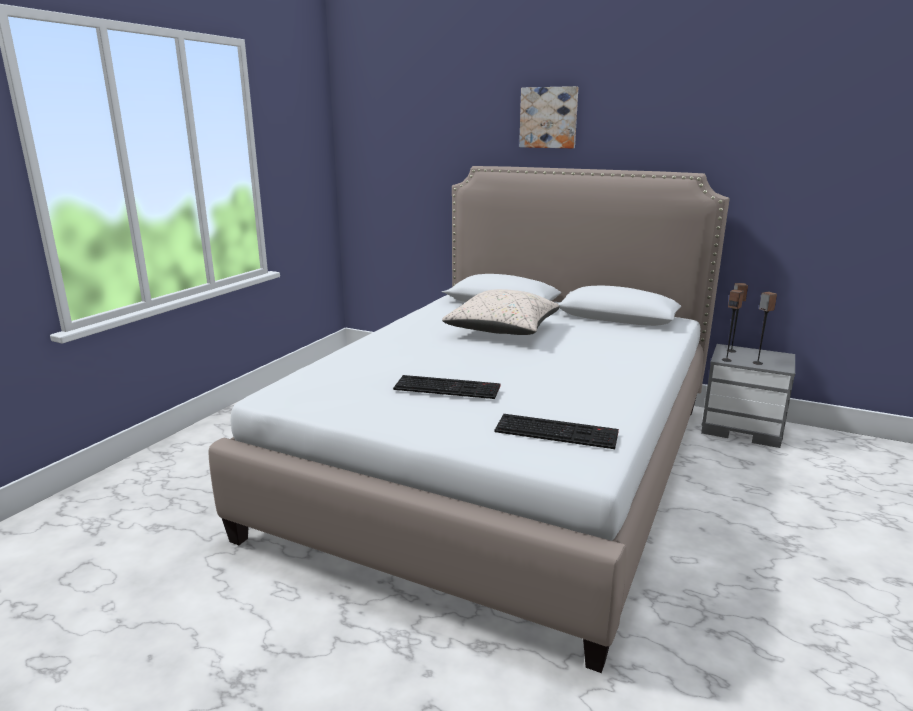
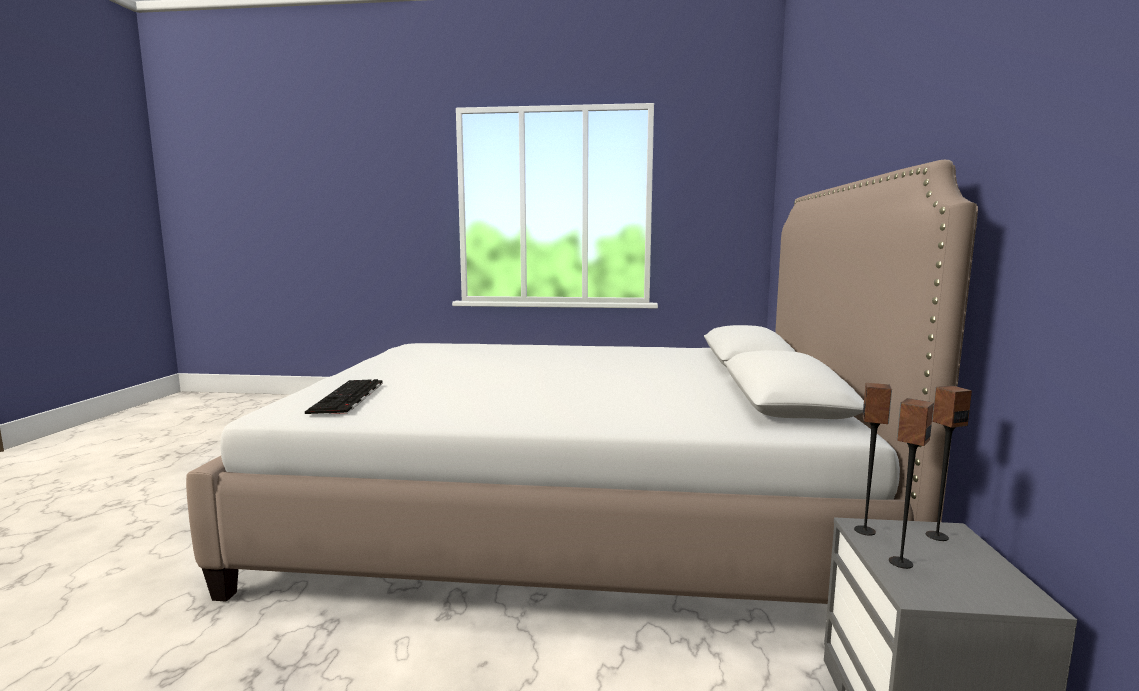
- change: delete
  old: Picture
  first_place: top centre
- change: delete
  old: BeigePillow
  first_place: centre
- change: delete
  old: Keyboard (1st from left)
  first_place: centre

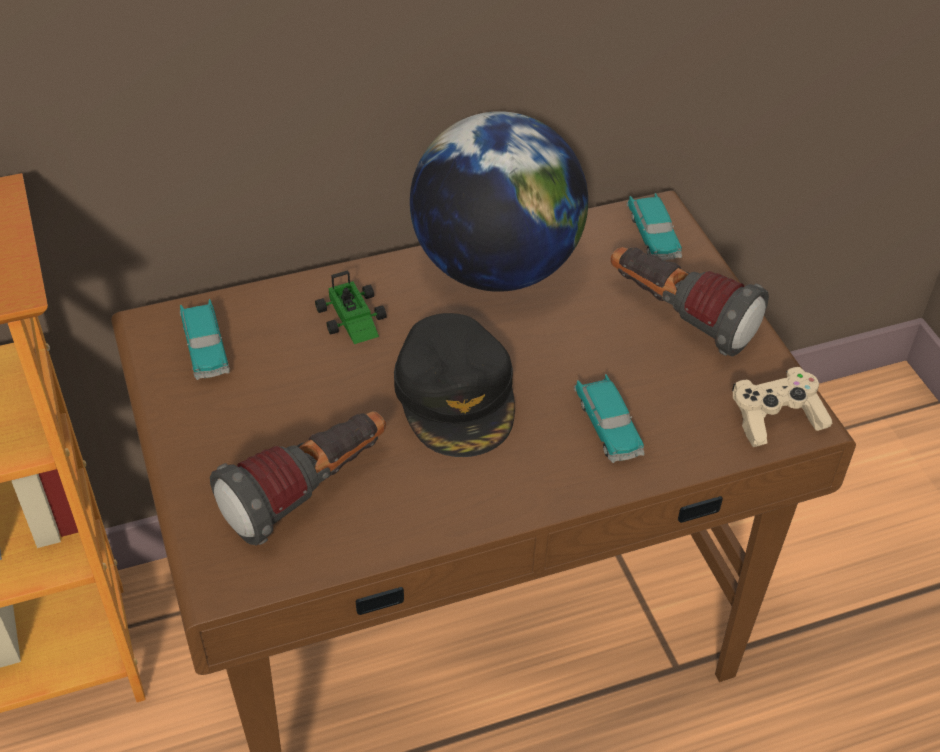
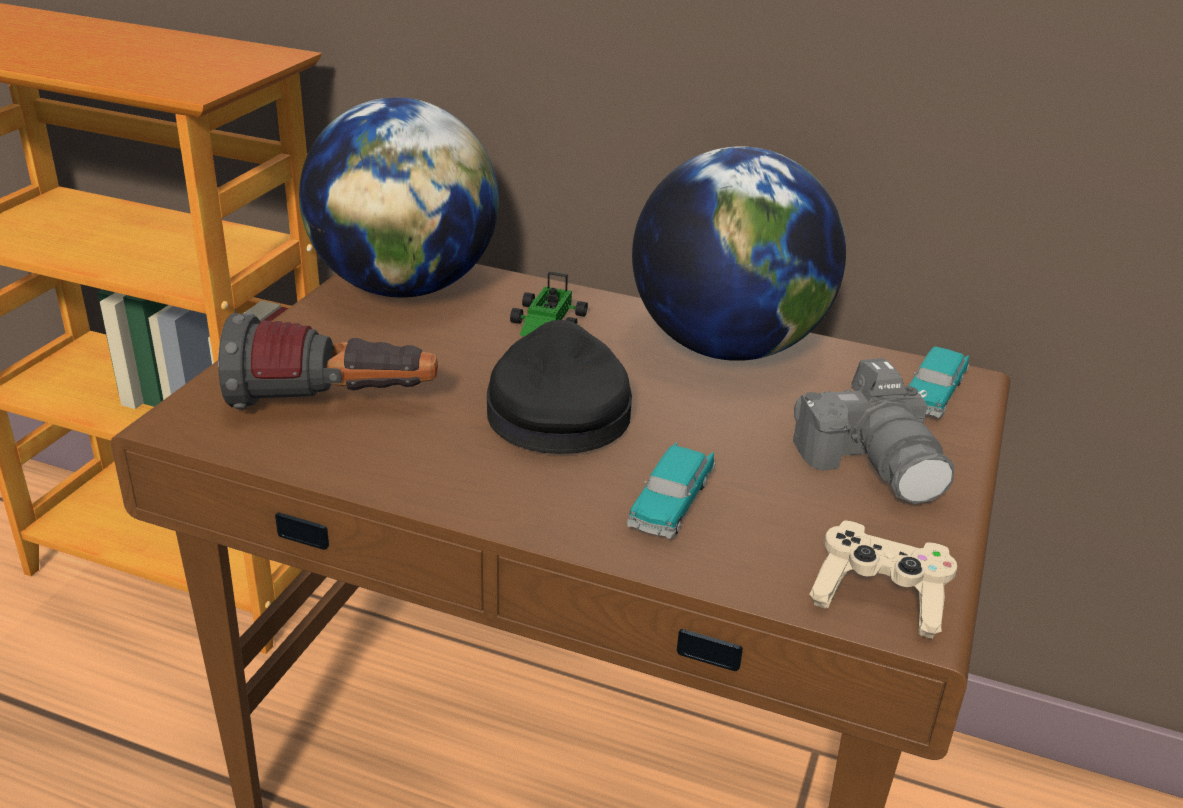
- change: replace
  old: Flashlight (2nd from left)
  new: PhotoCamera
  first_place: middle right
  second_place: middle right
- change: replace
  old: ToyCar (1st from left)
  new: Globe (1st from left)
  first_place: middle left
  second_place: top centre
- change: rotate
  old: BlackCap
  first_place: centre
  second_place: centre
  degrees: 150

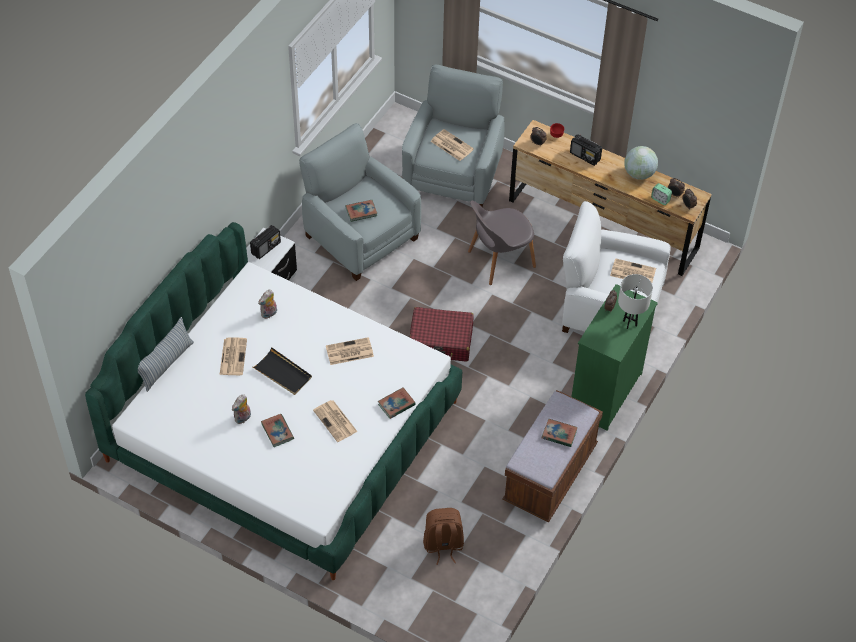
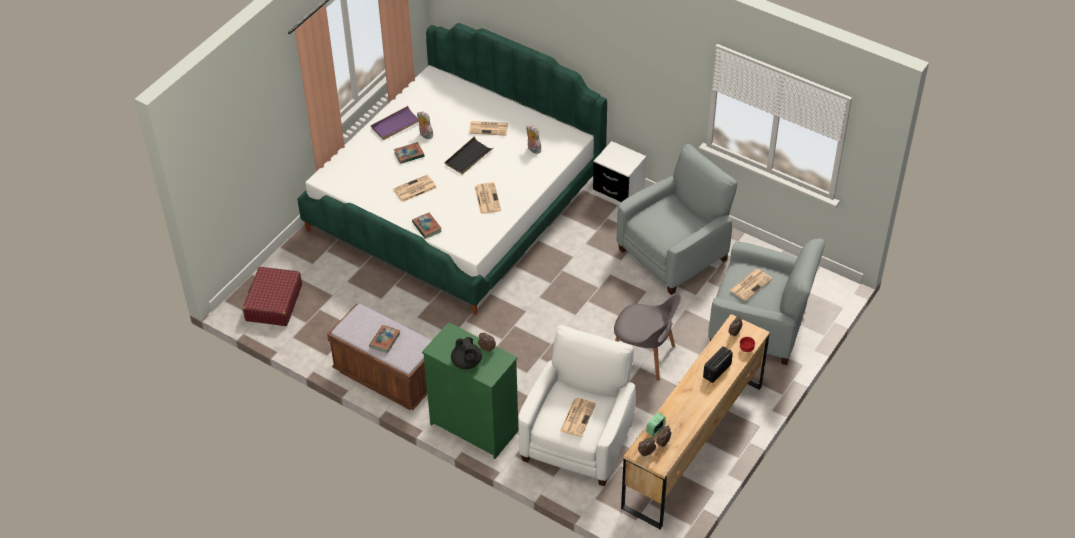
- change: delete
  old: Globe
  first_place: top right
- change: delete
  old: Book (2nd from left)
  first_place: top centre
- change: rotate
  old: GreyChair
  first_place: centre
  second_place: centre
  degrees: 135
- change: delete
  old: Radio (1st from left)
  first_place: middle left
- change: replace
  old: WhiteTableLamp
  new: BlackTeapot
  first_place: middle right
  second_place: centre
- change: move
  old: RedSuitcase
  first_place: centre
  second_place: middle left
- change: delete
  old: Pillow
  first_place: middle left
- change: delete
  old: BrownBackpack
  first_place: bottom centre
- change: insert
  new: PurpleTray
  second_place: top centre

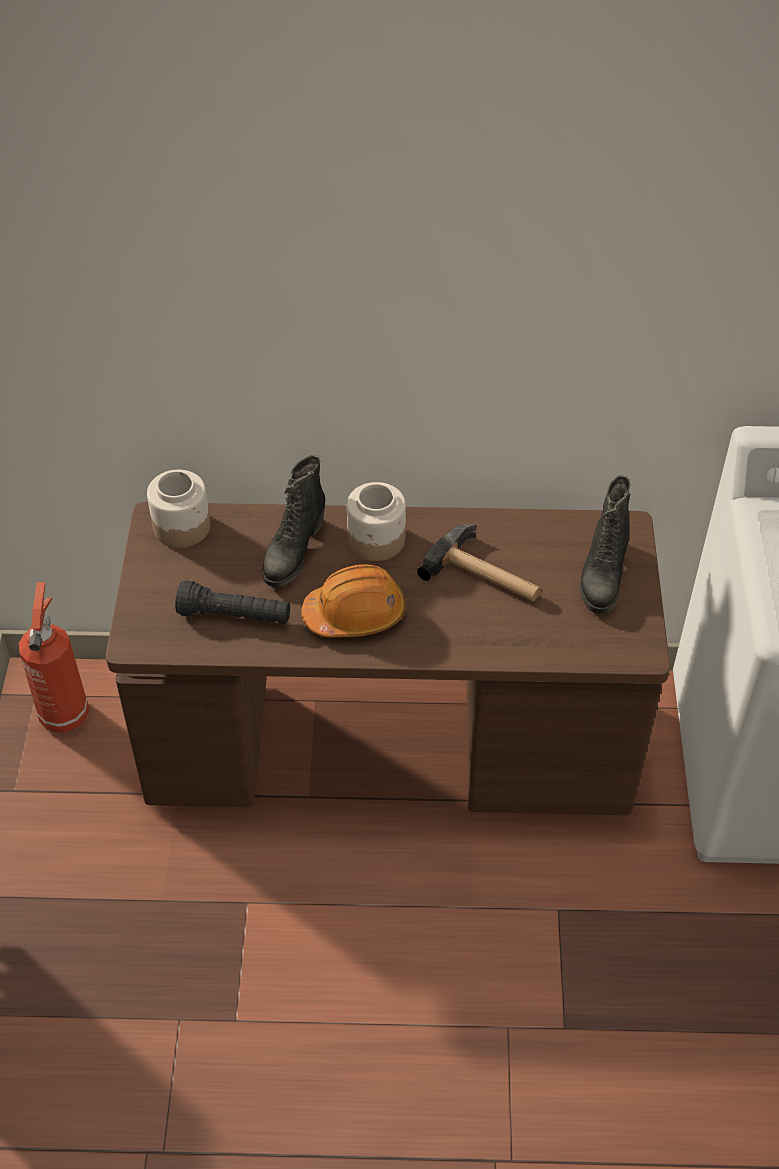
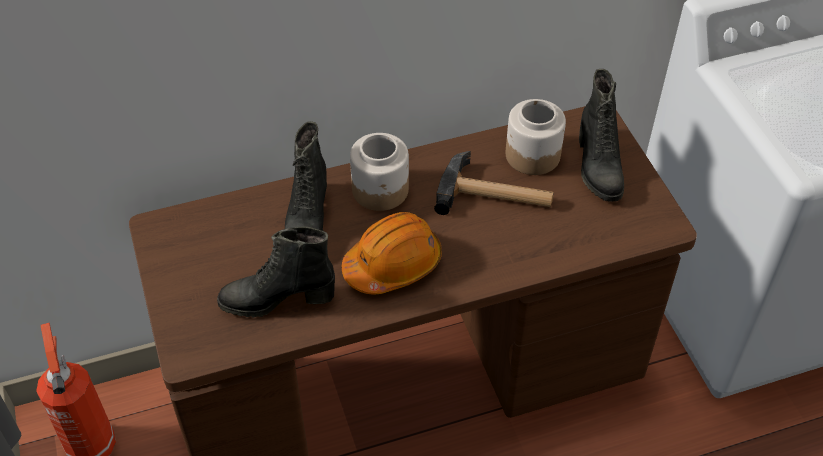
- change: move
  old: Jar (1st from left in the first image)
  new: Jar (2nd from left)
  first_place: middle left
  second_place: top centre
- change: replace
  old: BlackFlashlight
  new: BlackBoot (1st from left)
  first_place: middle left
  second_place: centre

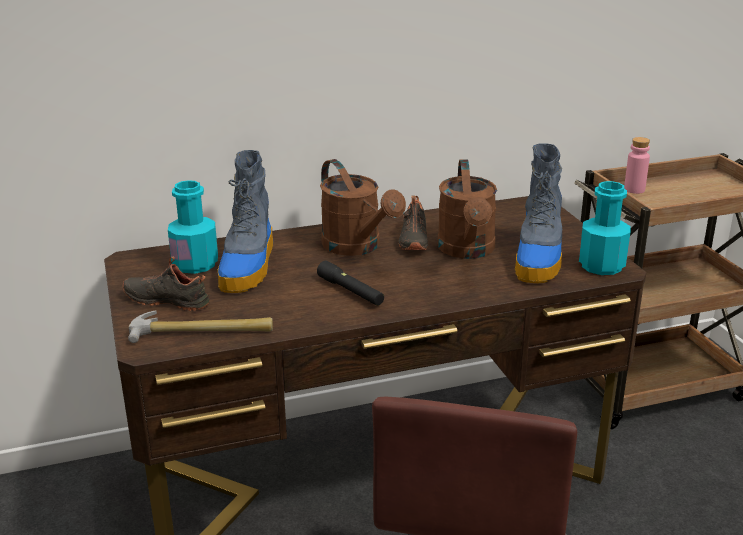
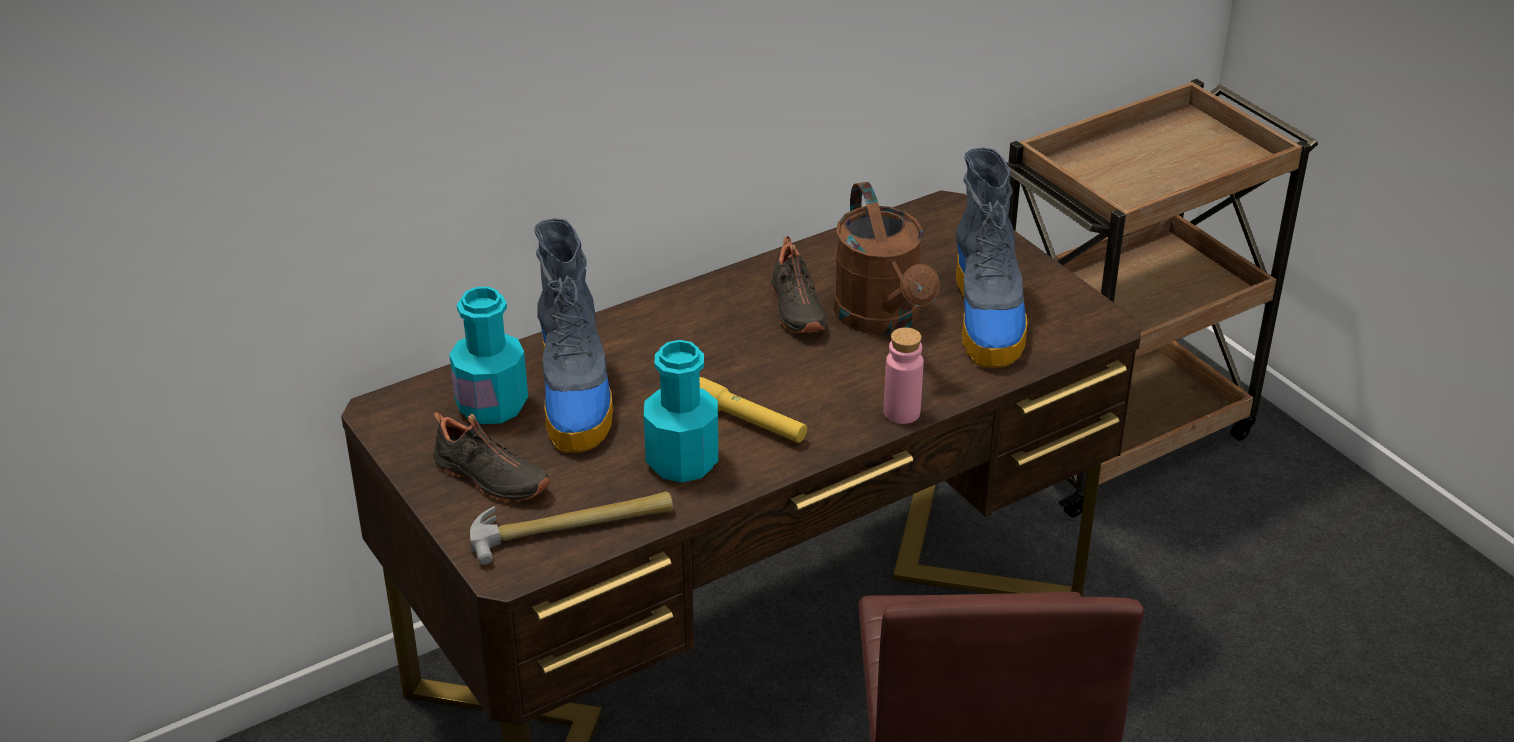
- change: move
  old: PinkBottle
  first_place: top right
  second_place: centre
- change: delete
  old: BrownWateringCan (1st from left)
  first_place: centre
- change: move
  old: TurquoiseBottle (2nd from left)
  first_place: middle right
  second_place: centre
- change: rotate
  old: BlackShoe (1st from left)
  first_place: middle left
  second_place: middle left
  degrees: -150
- change: recolor
  old: BlackFlashlight
  new: YellowFlashlight
  first_place: centre
  second_place: centre

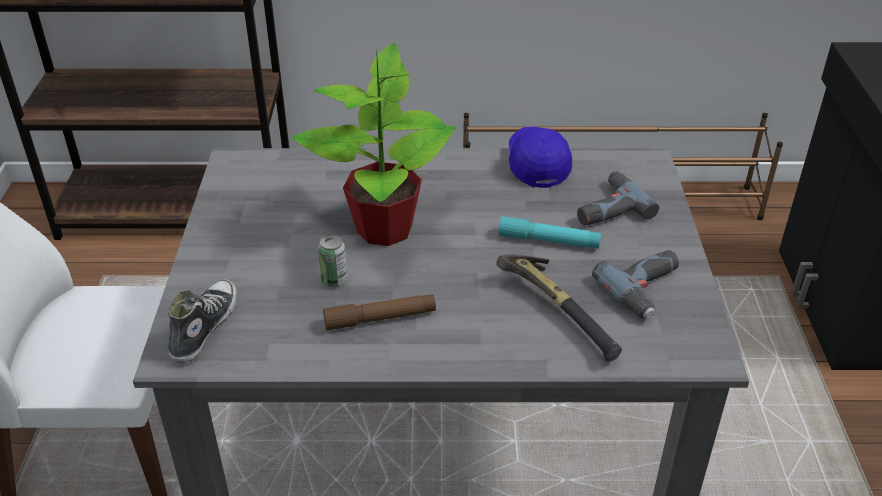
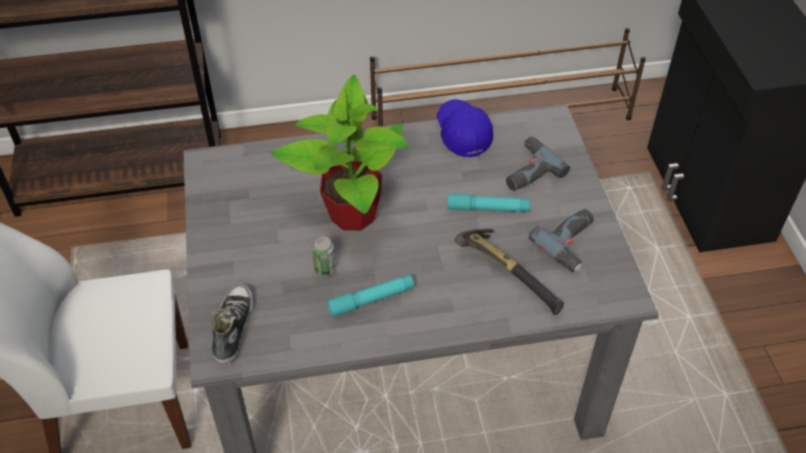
- change: recolor
  old: BrownFlashlight
  new: TurquoiseFlashlight (1st from left)
  first_place: centre
  second_place: centre

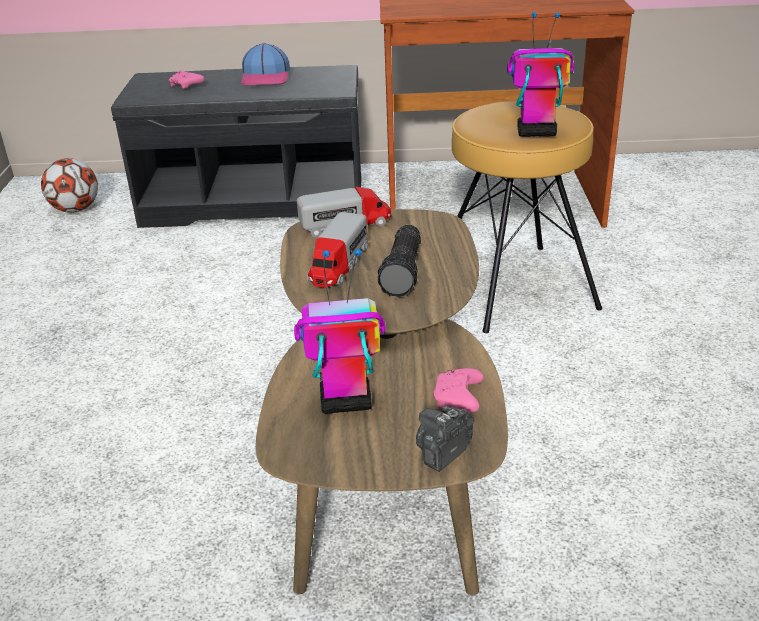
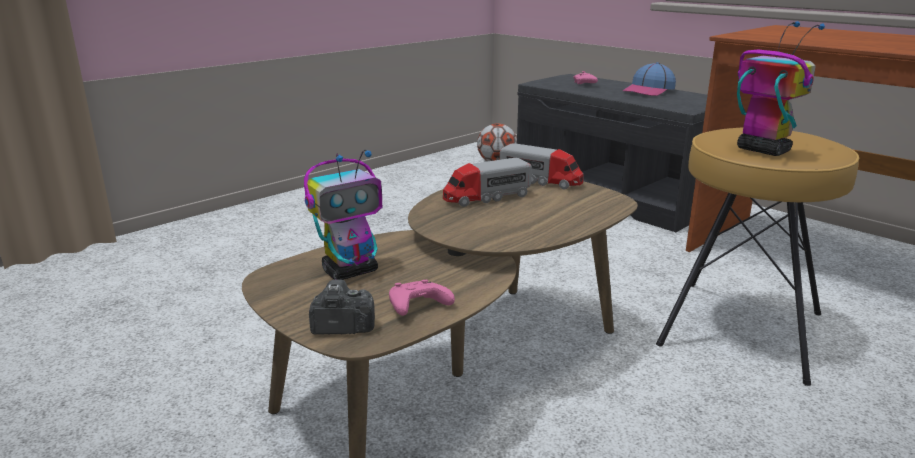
- change: delete
  old: Flashlight
  first_place: centre
- change: rotate
  old: ToyRobot (1st from left)
  first_place: centre
  second_place: centre
  degrees: 105

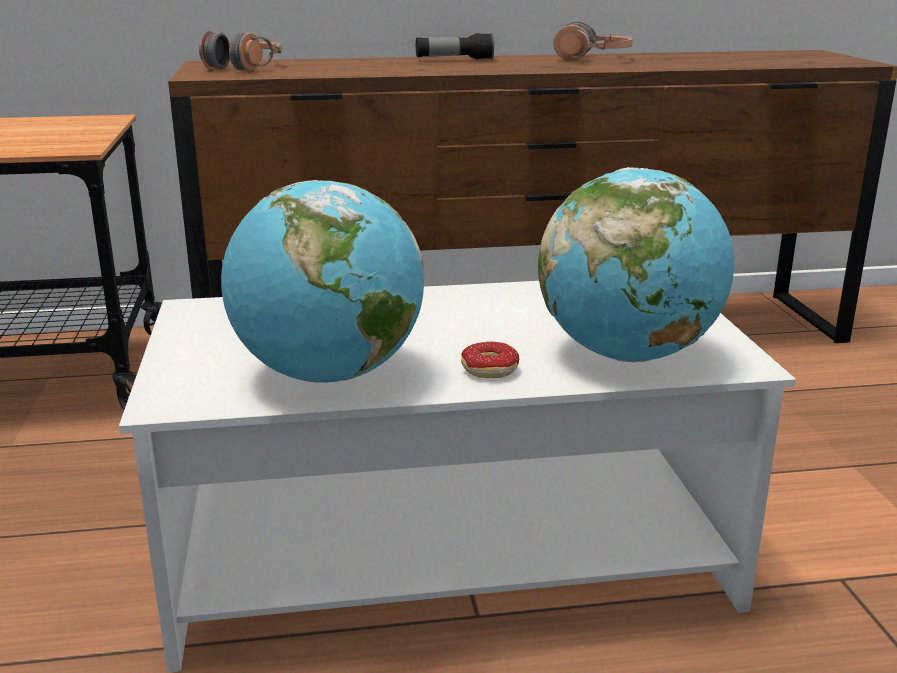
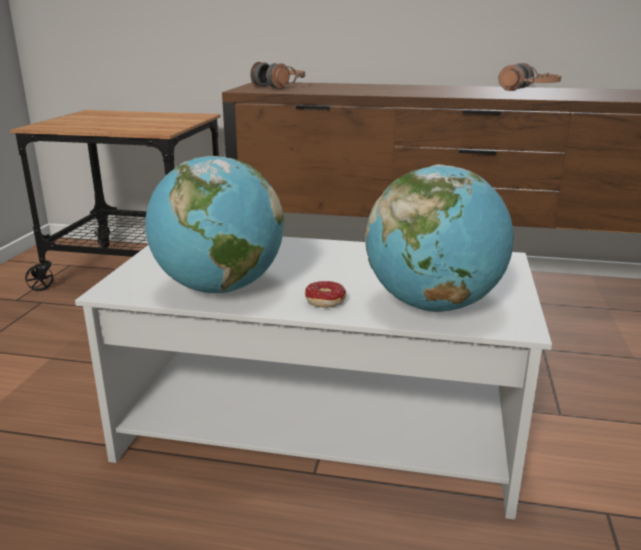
- change: delete
  old: Flashlight
  first_place: top centre

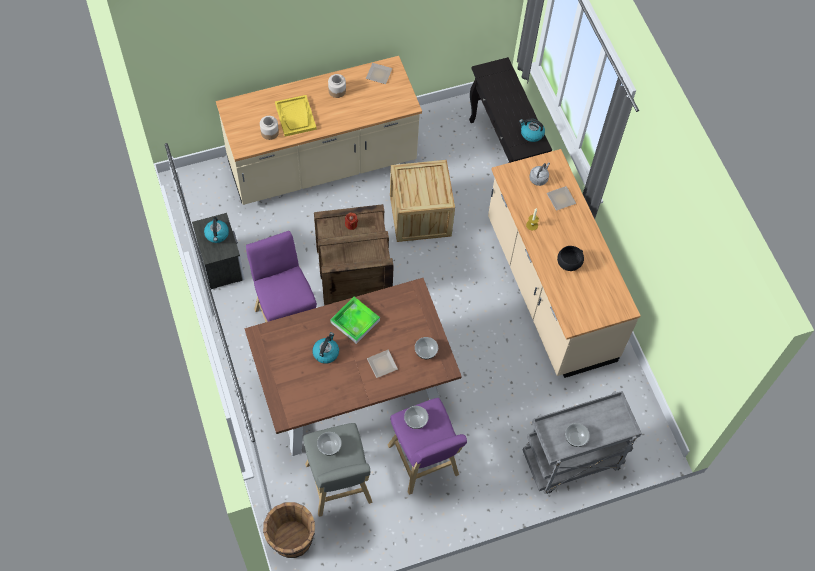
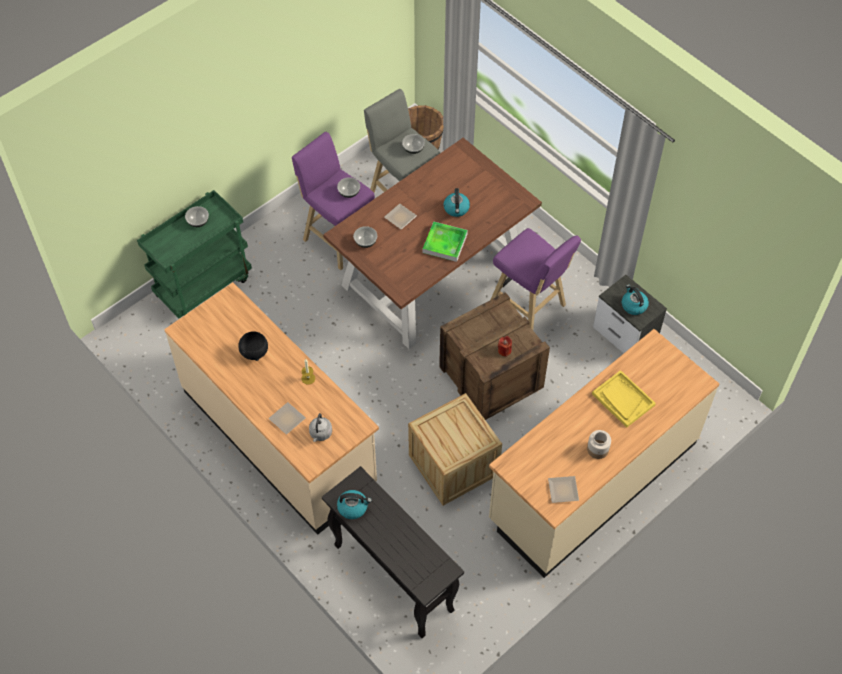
- change: delete
  old: Jar (1st from left)
  first_place: top left
- change: recolor
  old: GreyCart
  new: GreenCart
  first_place: bottom right
  second_place: middle left

